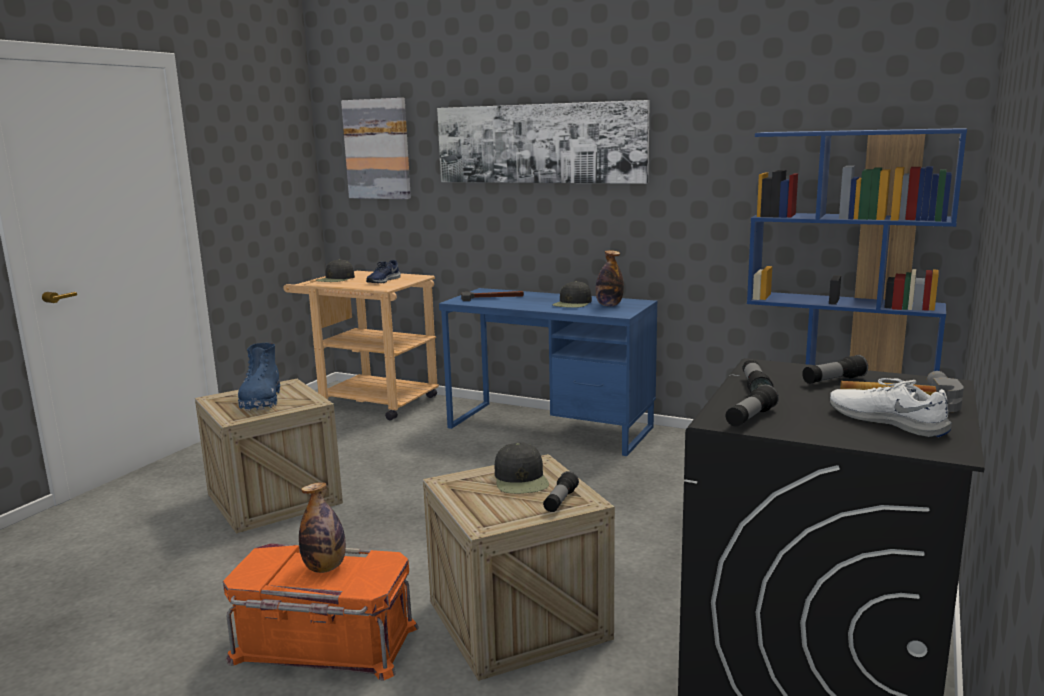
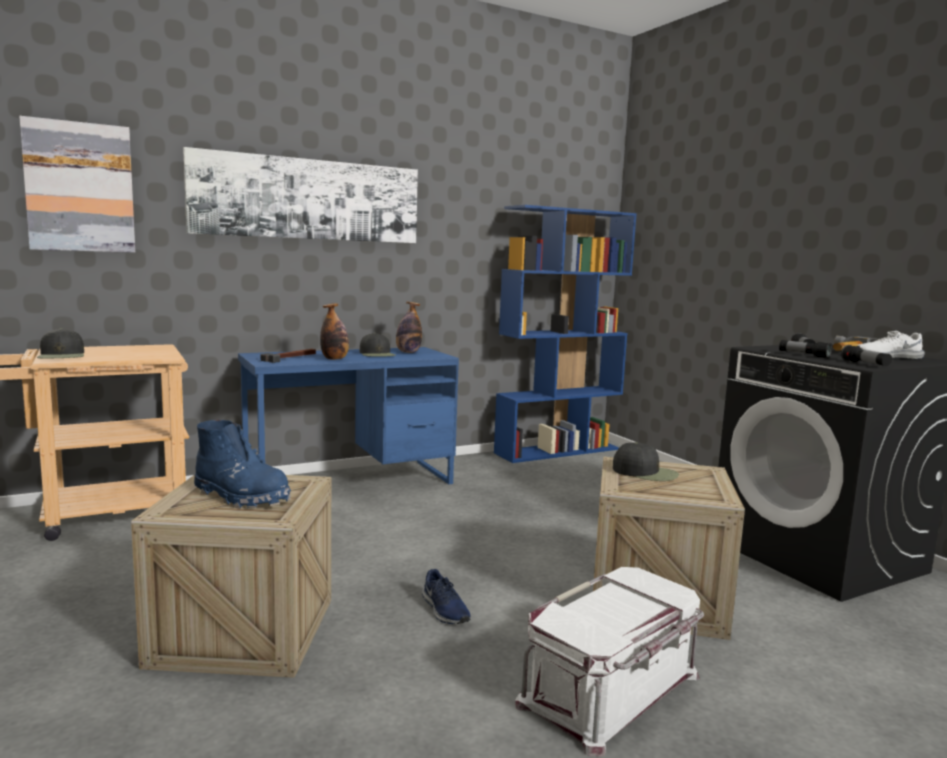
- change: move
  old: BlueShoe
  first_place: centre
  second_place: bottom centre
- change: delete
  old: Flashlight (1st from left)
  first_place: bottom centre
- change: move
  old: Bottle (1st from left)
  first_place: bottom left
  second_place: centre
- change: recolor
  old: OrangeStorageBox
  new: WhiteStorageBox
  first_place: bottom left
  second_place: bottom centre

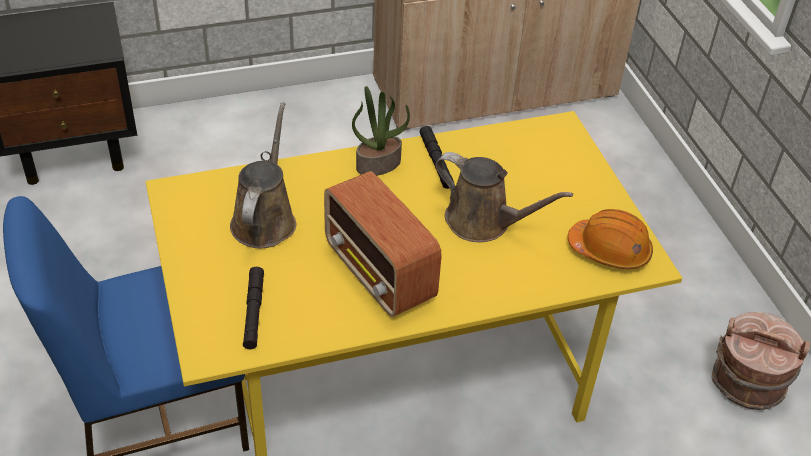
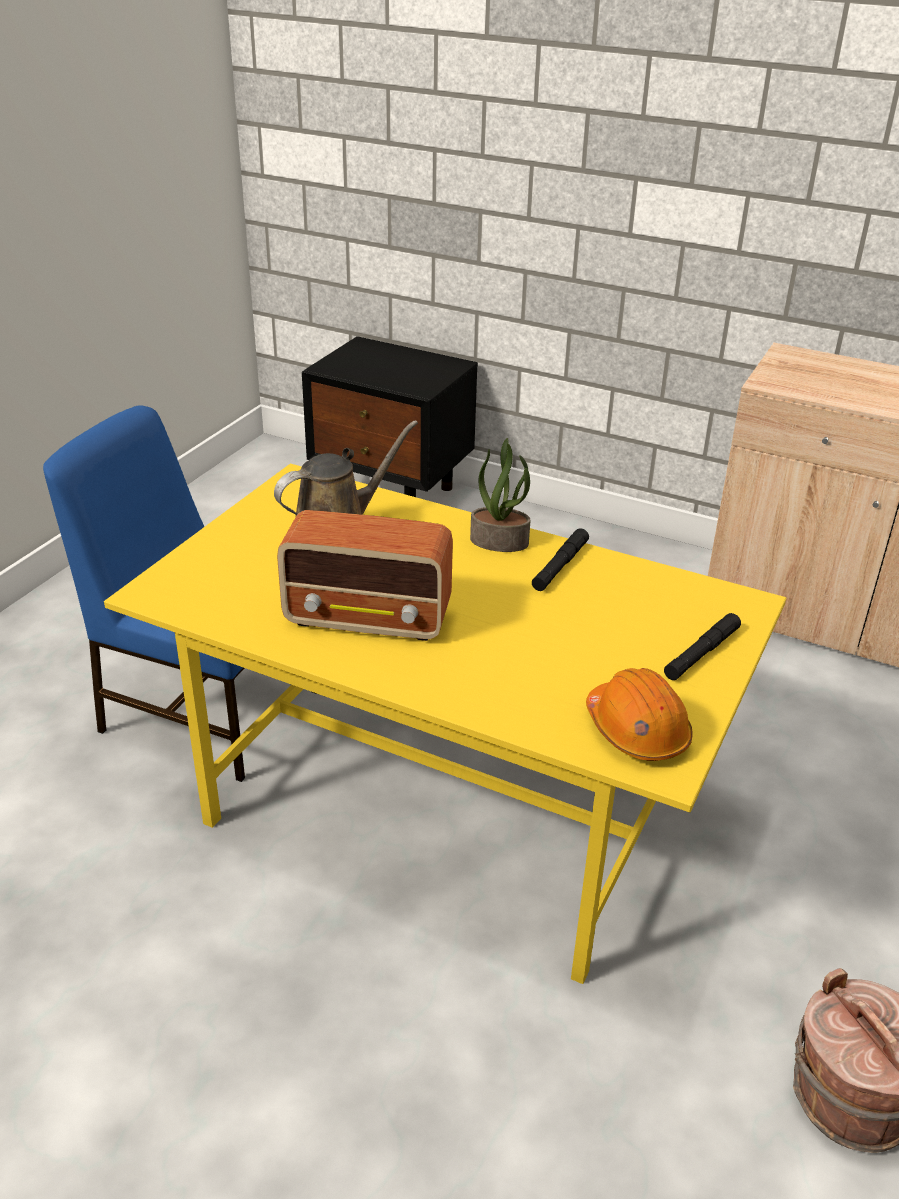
- change: delete
  old: BrownWateringCan (2nd from left)
  first_place: centre
- change: rotate
  old: Radio
  first_place: centre
  second_place: centre
  degrees: -90
- change: move
  old: BlackFlashlight (1st from left in the first image)
  new: BlackFlashlight (2nd from left)
  first_place: bottom left
  second_place: middle right

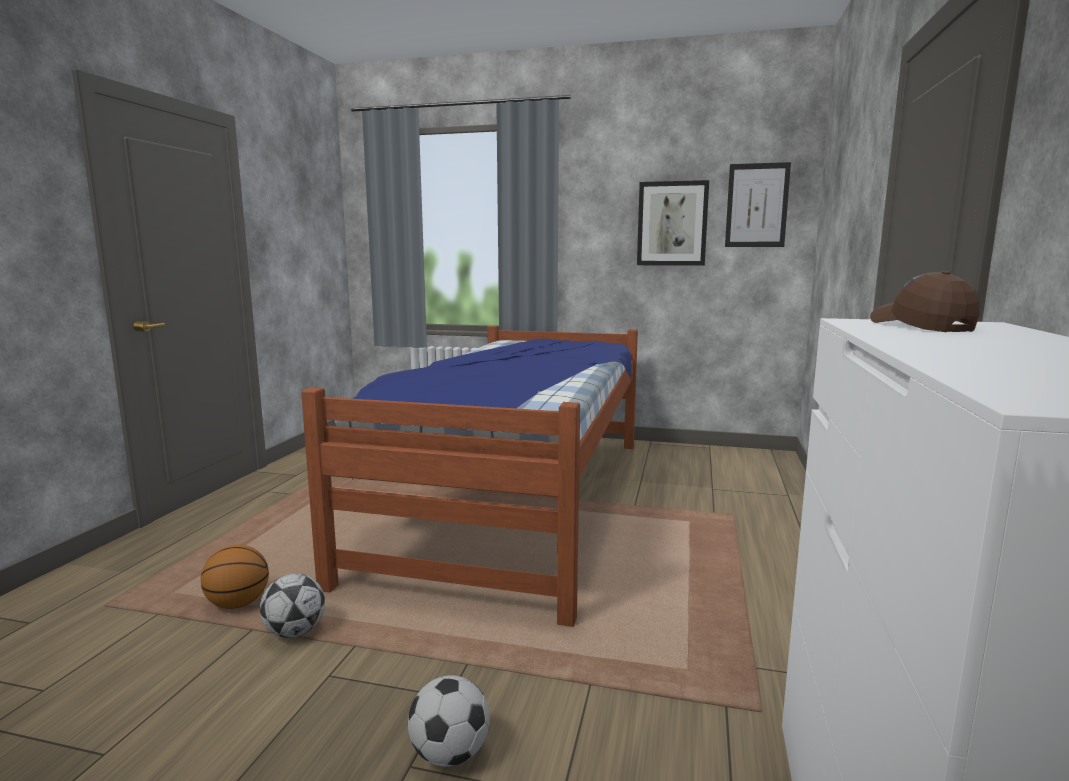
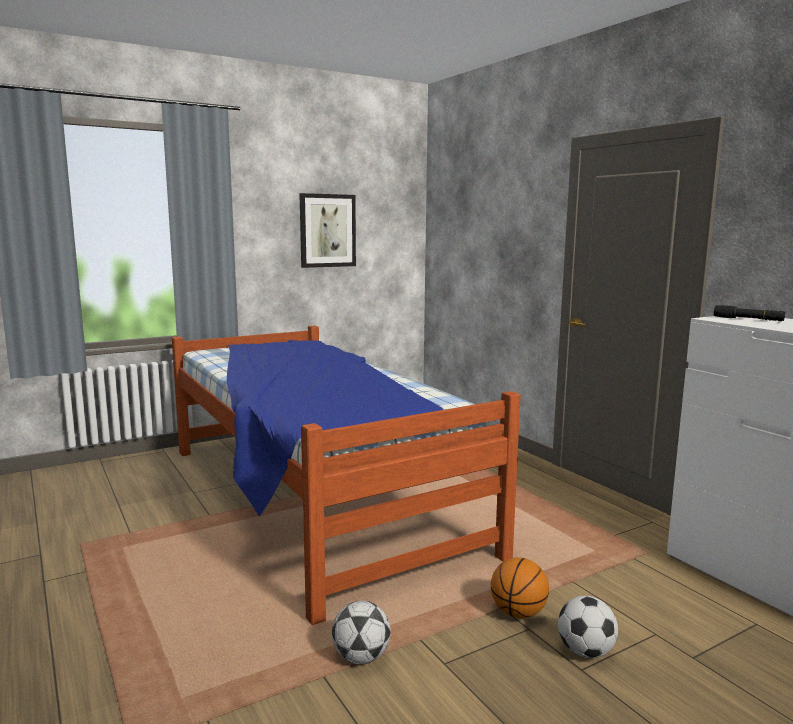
- change: delete
  old: Picture (2nd from left)
  first_place: top right
- change: replace
  old: BrownCap
  new: BlackFlashlight
  first_place: middle right
  second_place: middle right
- change: move
  old: Basketball
  first_place: bottom left
  second_place: bottom centre

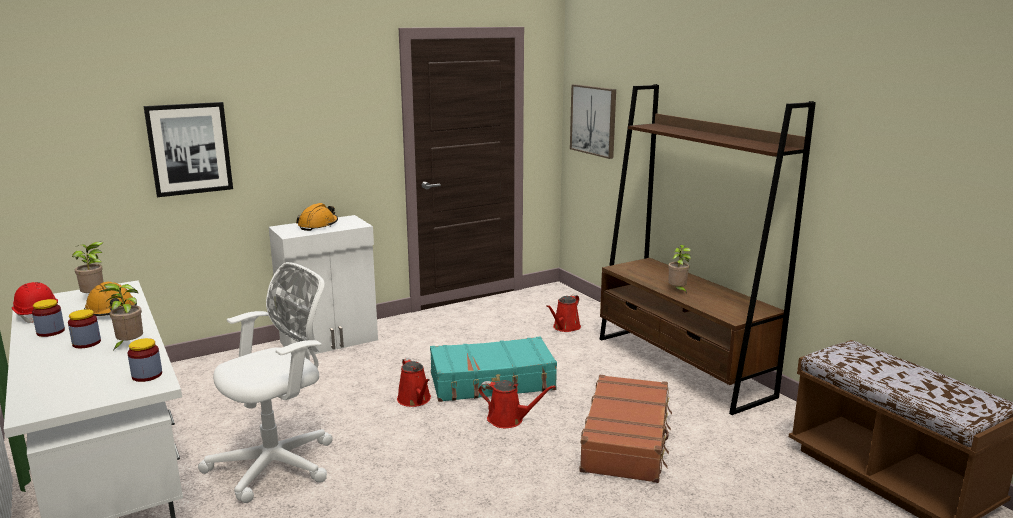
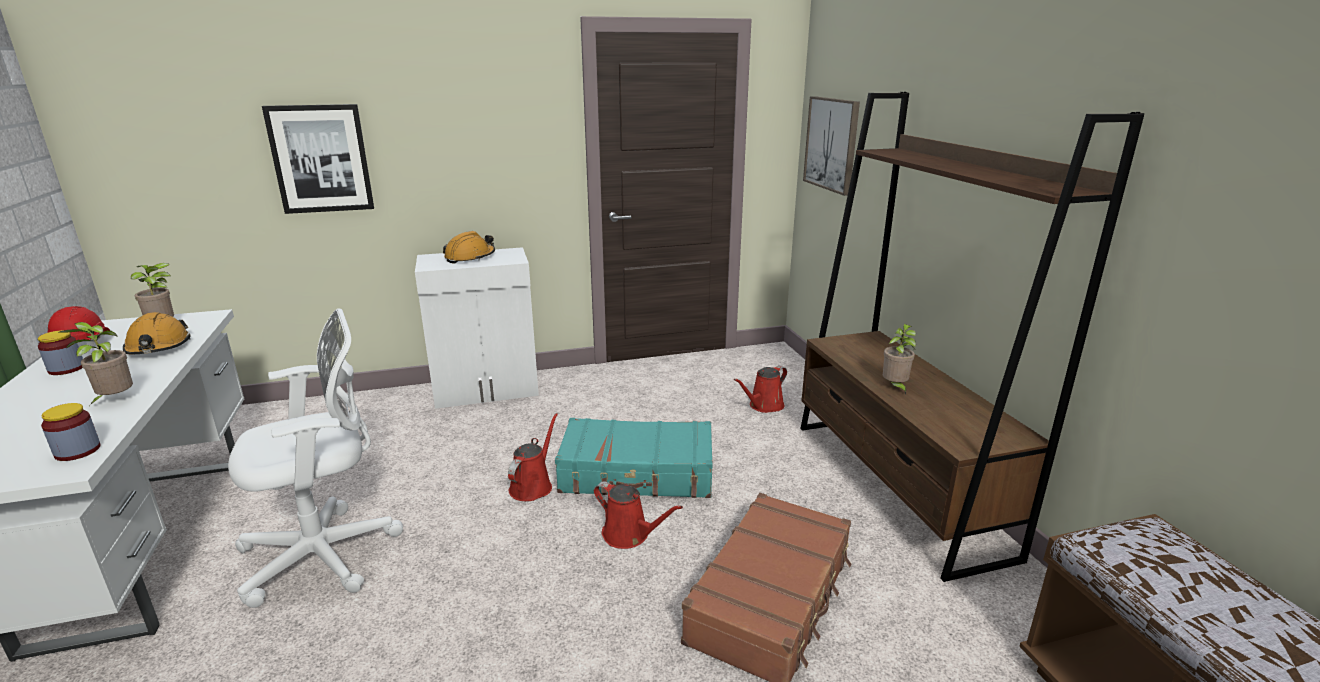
- change: delete
  old: Jar (2nd from left)
  first_place: middle left
- change: rotate
  old: RedWateringCan (1st from left)
  first_place: bottom centre
  second_place: bottom centre
  degrees: -150

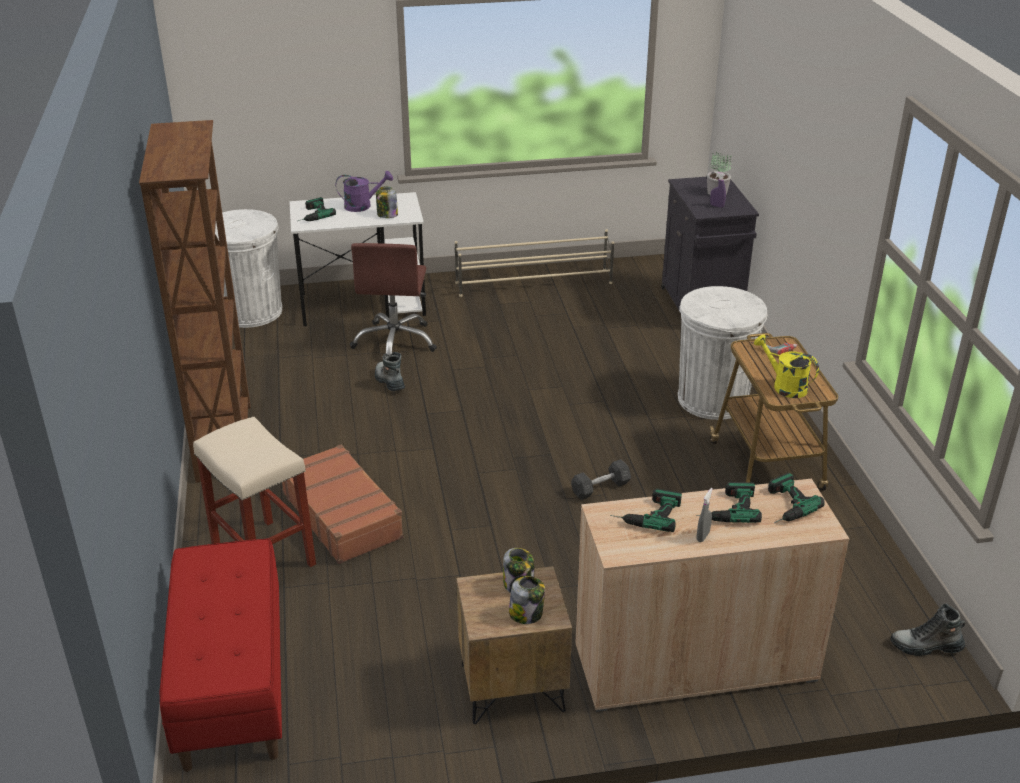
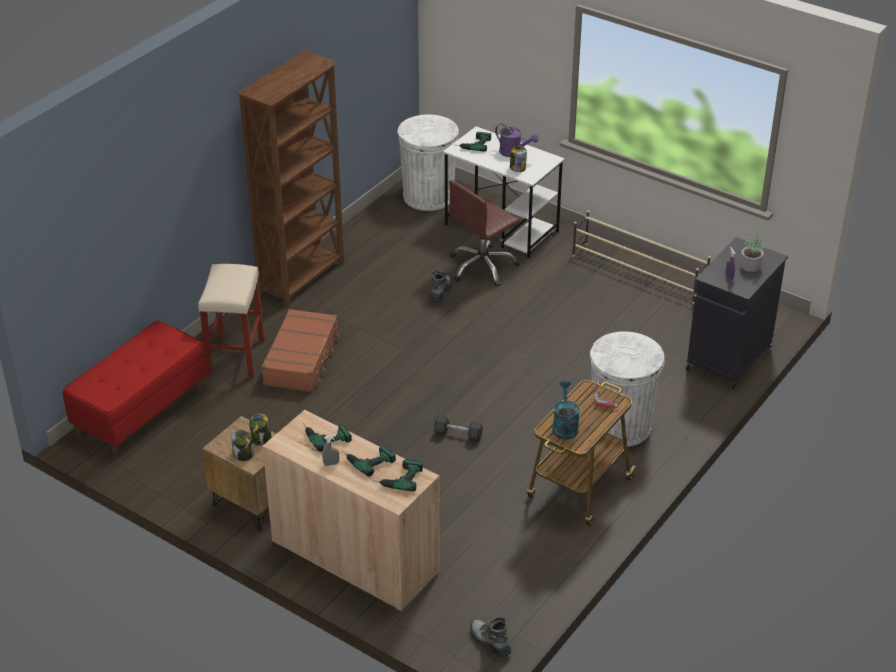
- change: recolor
  old: YellowWateringCan
  new: TurquoiseWateringCan
  first_place: middle right
  second_place: centre

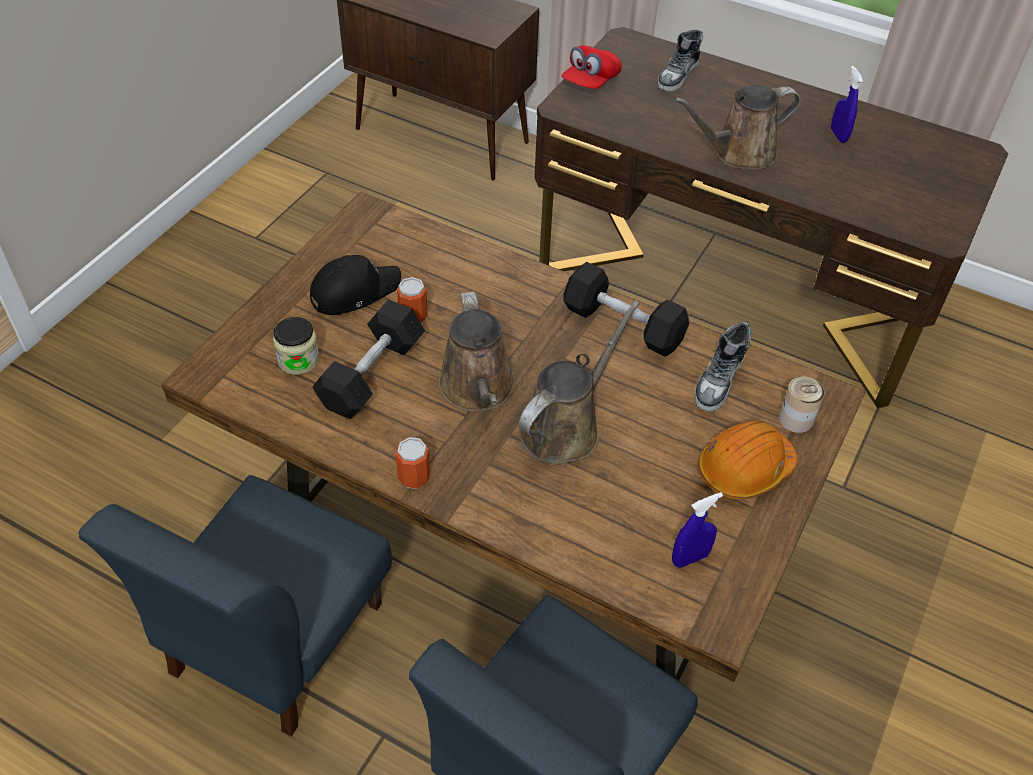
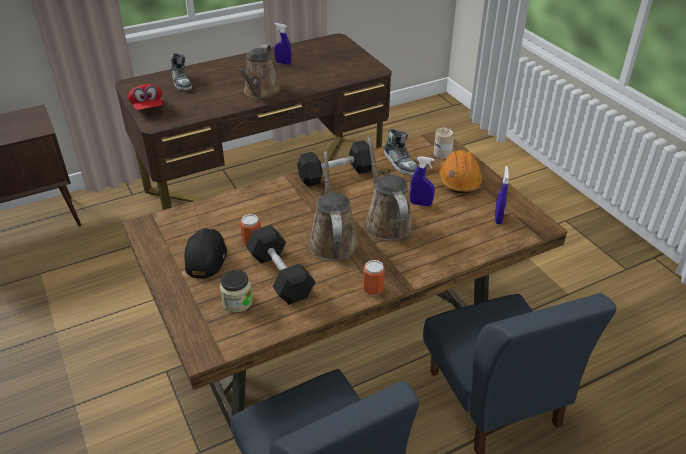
- change: rotate
  old: BrownWateringCan (1st from left in the first image)
  first_place: centre
  second_place: centre
  degrees: -120
- change: insert
  new: BlueSprayBottle (2nd from left)
  second_place: centre

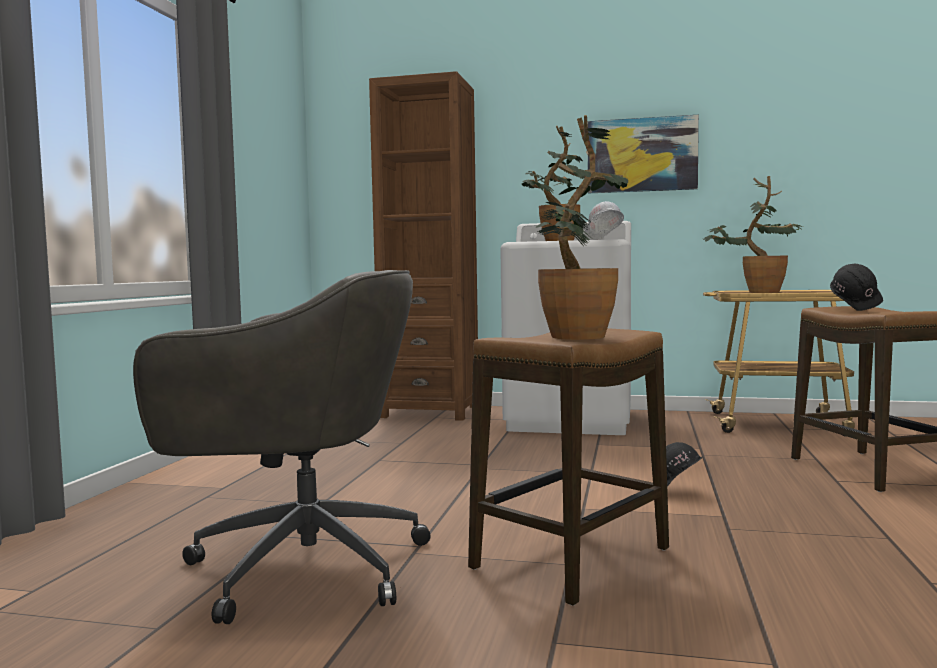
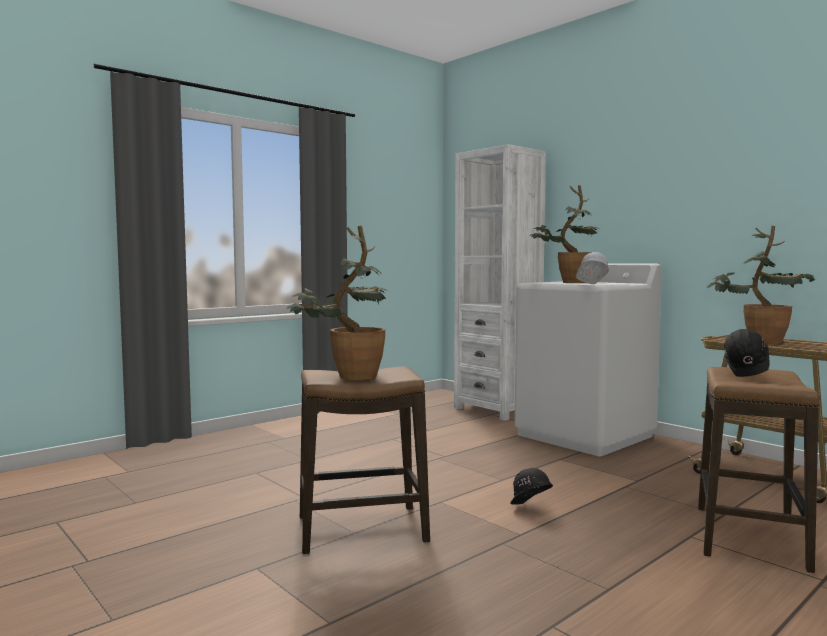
- change: recolor
  old: BrownBookcase
  new: WhiteBookcase
  first_place: centre
  second_place: centre
- change: delete
  old: Picture
  first_place: top right
- change: delete
  old: GreyOfficeChair
  first_place: bottom left

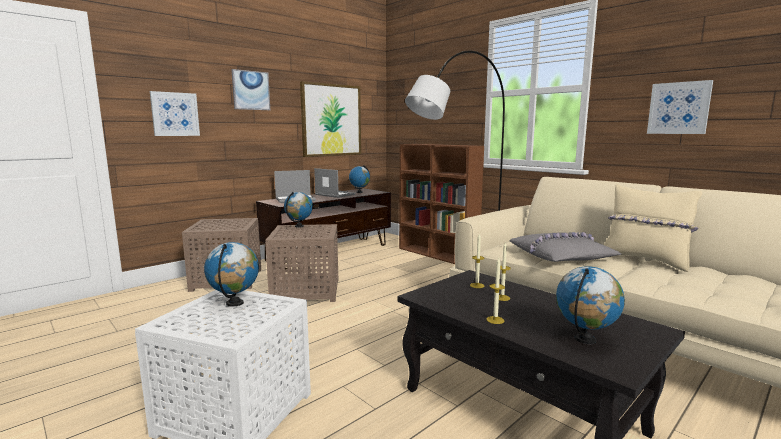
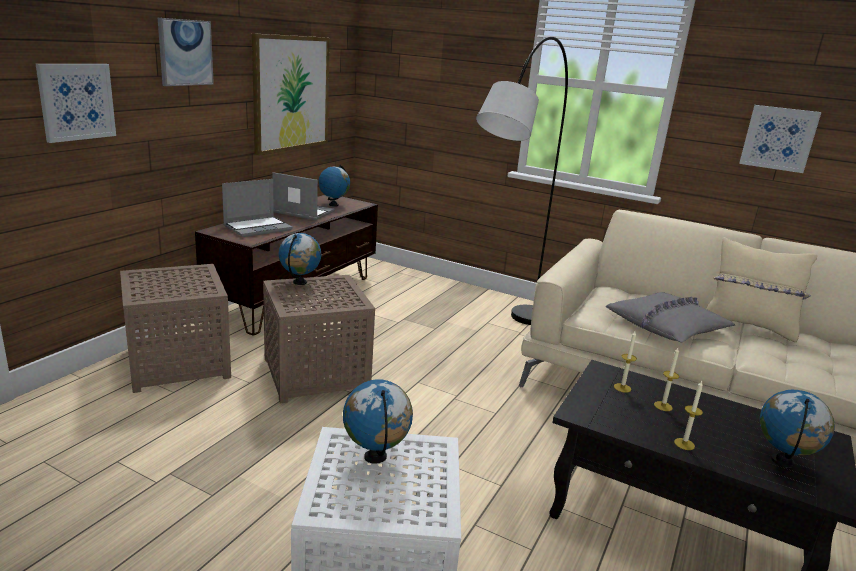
- change: delete
  old: BrownBookcase
  first_place: centre

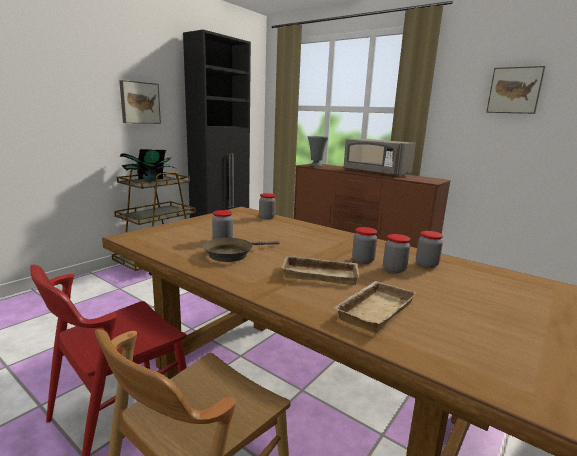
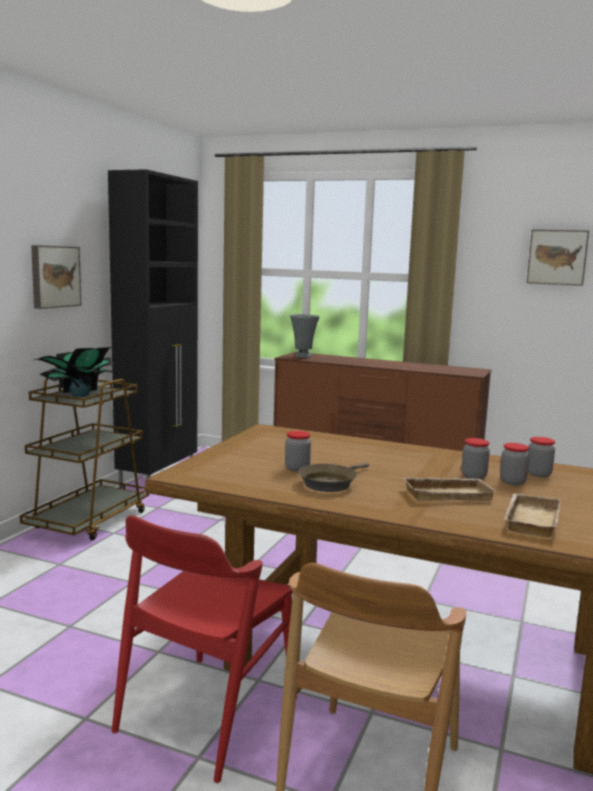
- change: delete
  old: GreyMicrowave
  first_place: centre
- change: delete
  old: Jar (2nd from left)
  first_place: centre

